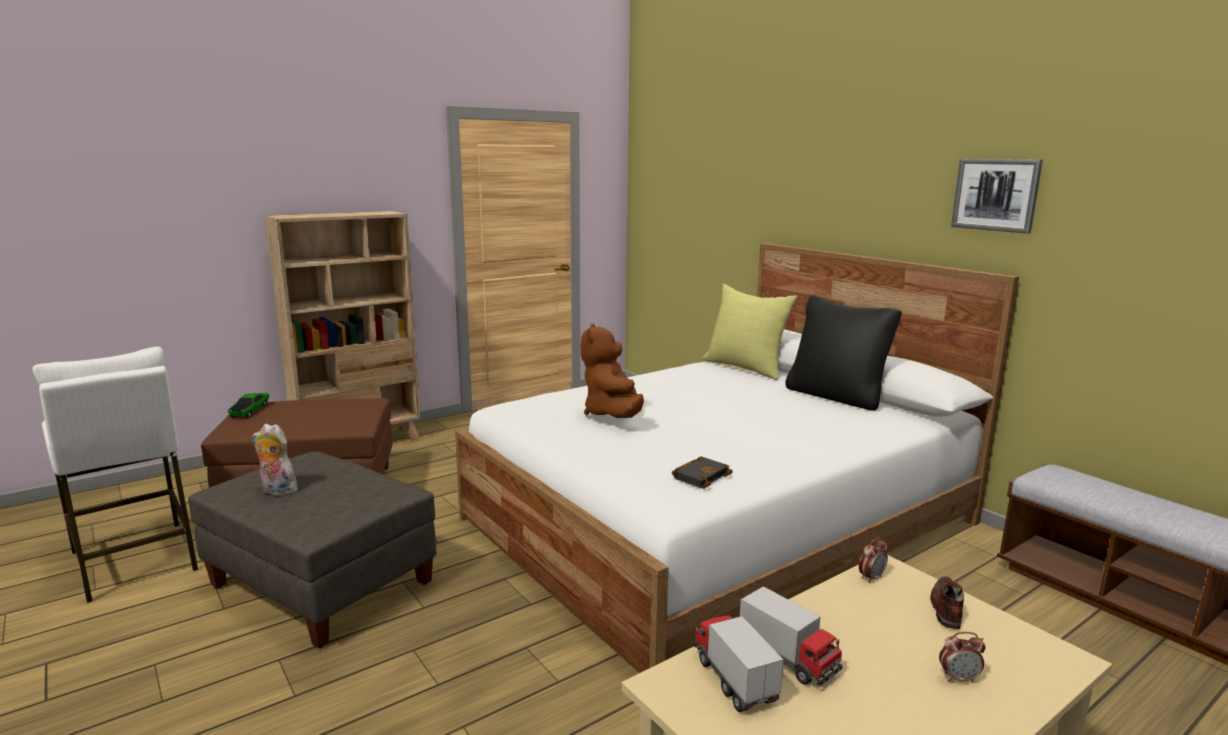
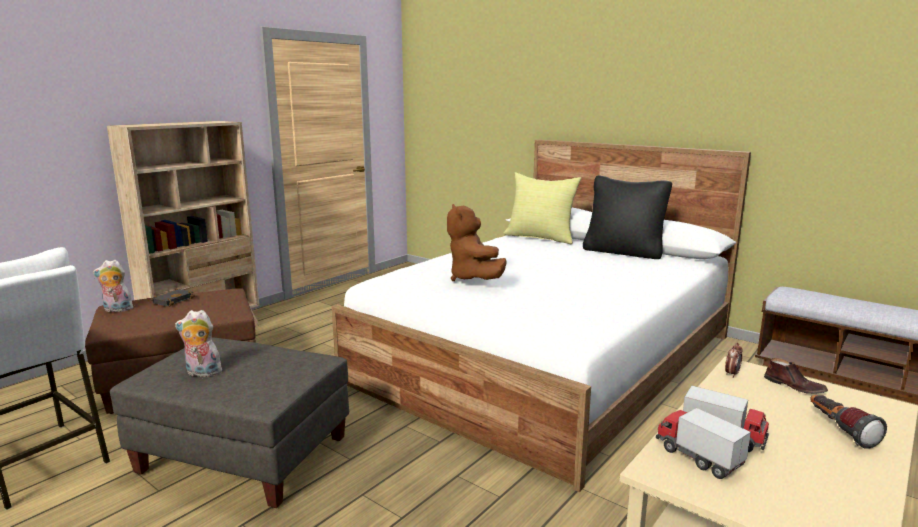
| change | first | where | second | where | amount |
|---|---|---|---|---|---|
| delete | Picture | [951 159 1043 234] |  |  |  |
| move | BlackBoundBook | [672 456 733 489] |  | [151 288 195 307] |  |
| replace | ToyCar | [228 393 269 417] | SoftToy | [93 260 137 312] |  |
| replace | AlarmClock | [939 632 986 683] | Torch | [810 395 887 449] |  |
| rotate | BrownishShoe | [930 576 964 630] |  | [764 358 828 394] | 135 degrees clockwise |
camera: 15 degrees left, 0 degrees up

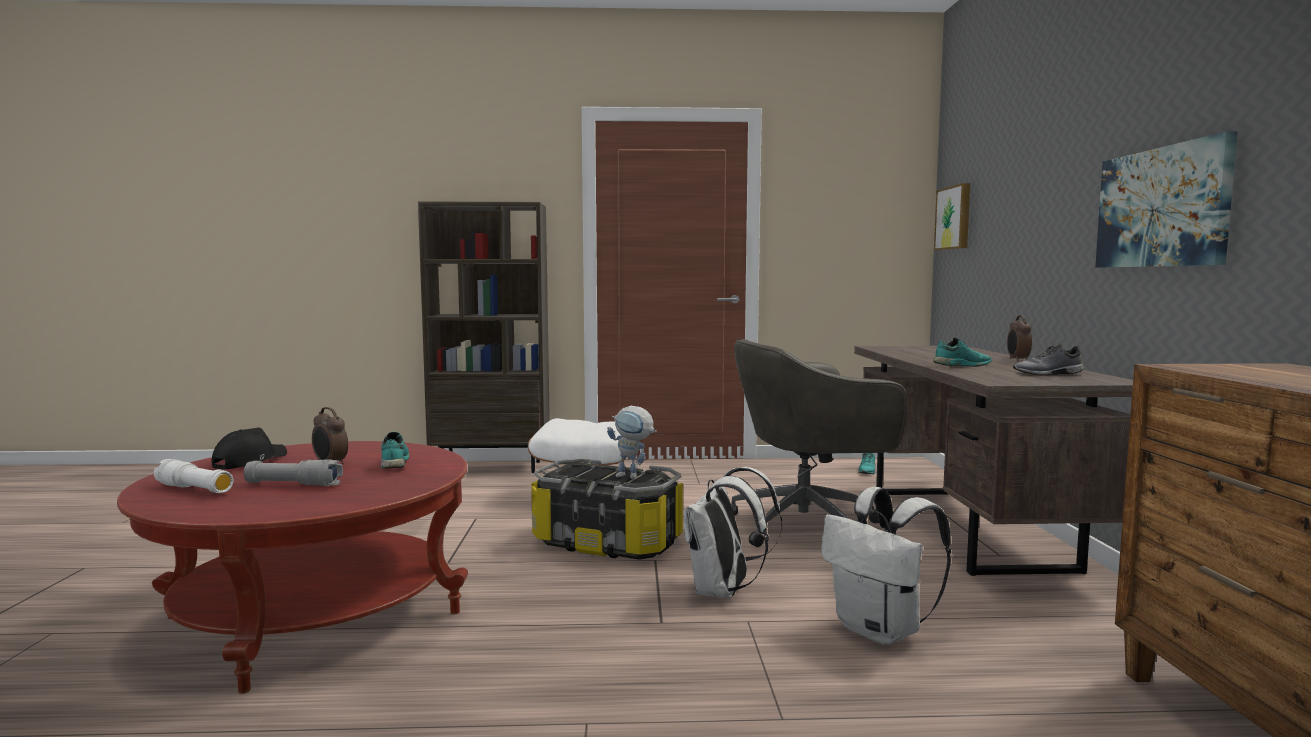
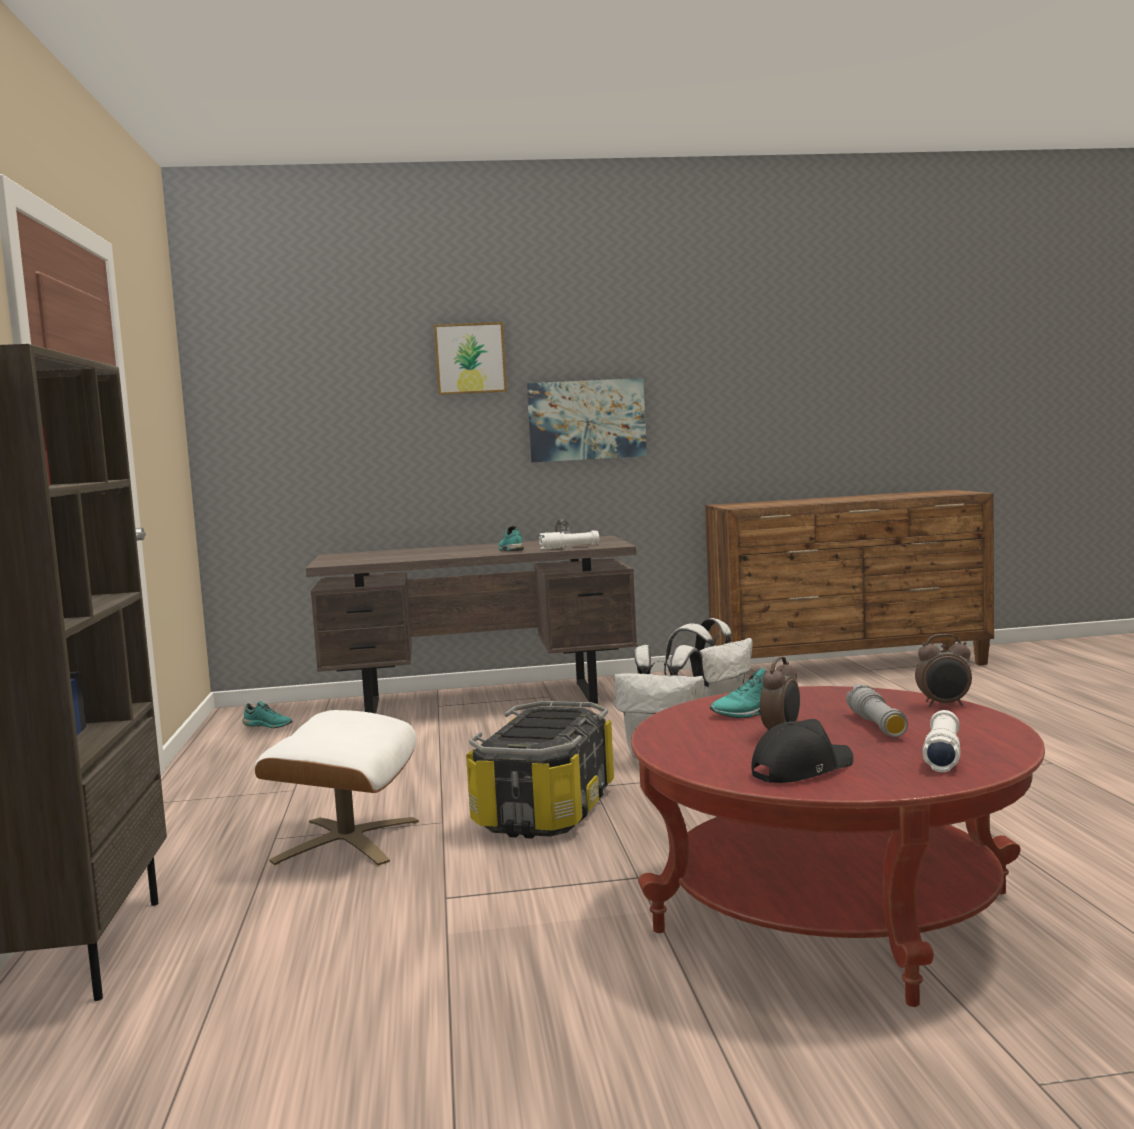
| change | first | where | second | where | amount |
|---|---|---|---|---|---|
| delete | ToyRobot | [607 406 657 479] |  |  |  |
| delete | GreyDeskChair | [731 339 907 547] |  |  |  |
| insert |  |  | WhiteTorch | [539 530 599 550] |  |
| move | Picture | [934 183 970 250] |  | [434 322 507 395] |  |
| move | AlarmClock | [1007 315 1032 361] |  | [915 634 972 707] |  |
| rotate | BlackPeakedCap | [212 428 287 469] |  | [751 719 853 783] | 135 degrees clockwise |
camera: 95 degrees left, 0 degrees up

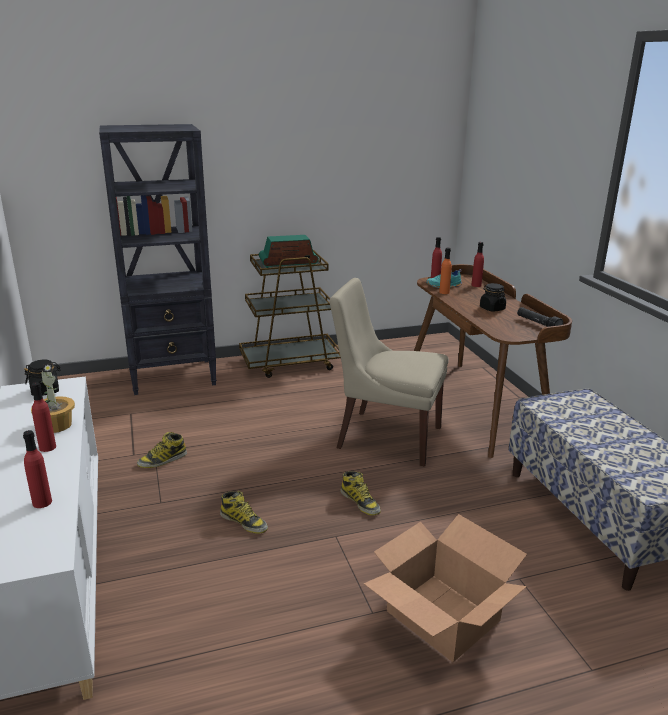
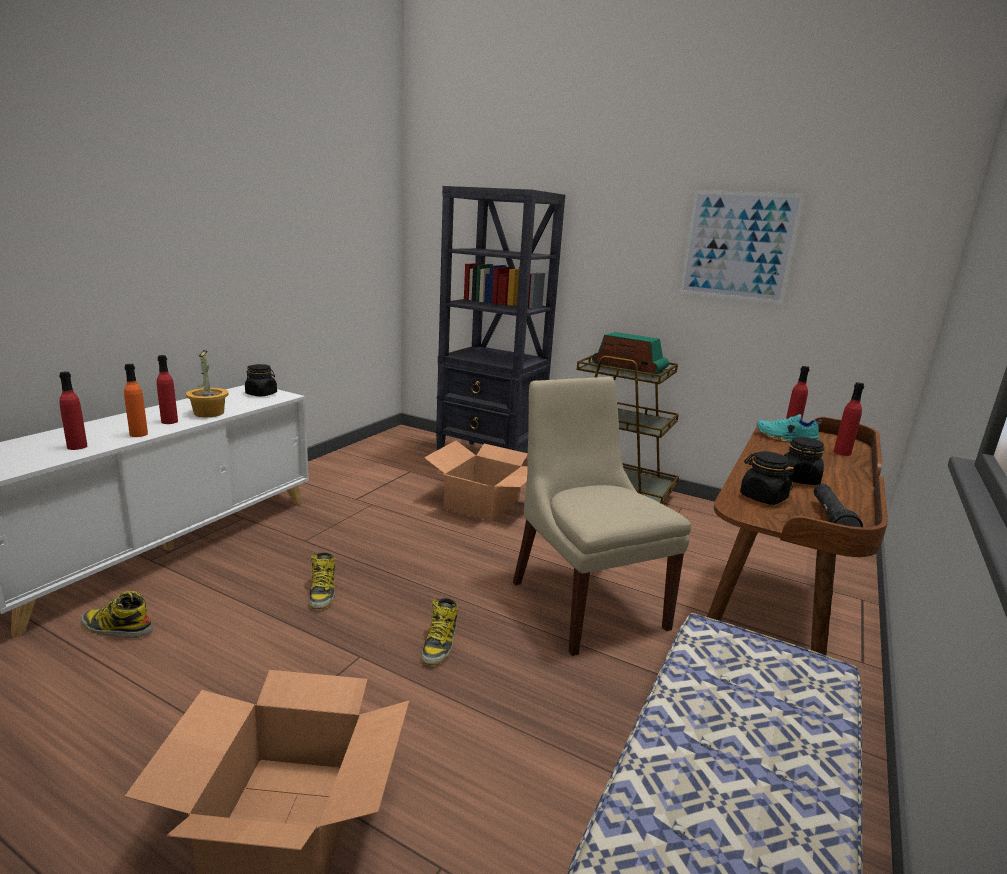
| change | first | where | second | where | amount |
|---|---|---|---|---|---|
| insert |  |  | PackingBox | [424 441 528 522] |  |
| insert |  |  | Picture | [680 190 805 304] |  |
| insert |  |  | BlackJar | [740 451 795 505] |  |
| move | TallBoot | [137 432 187 468] |  | [81 591 153 638] |  |
| move | OrangeColouredDrinkBottle | [439 248 452 294] |  | [124 364 148 437] |  |
camera: 45 degrees right, 5 degrees down

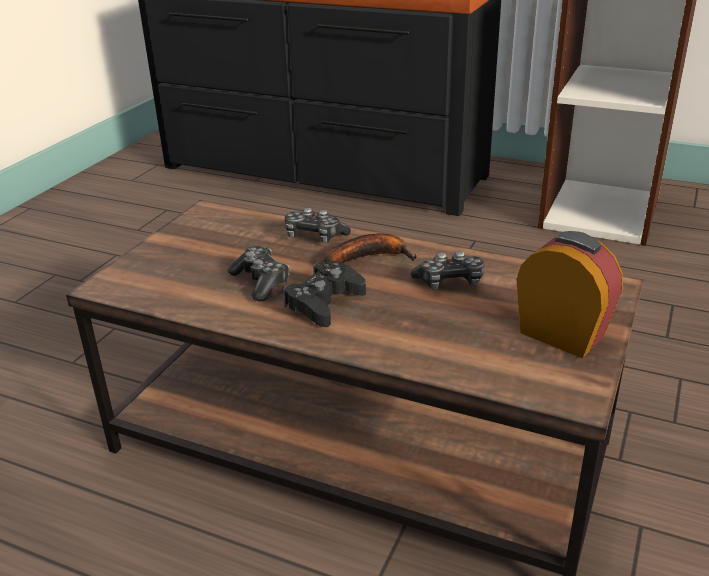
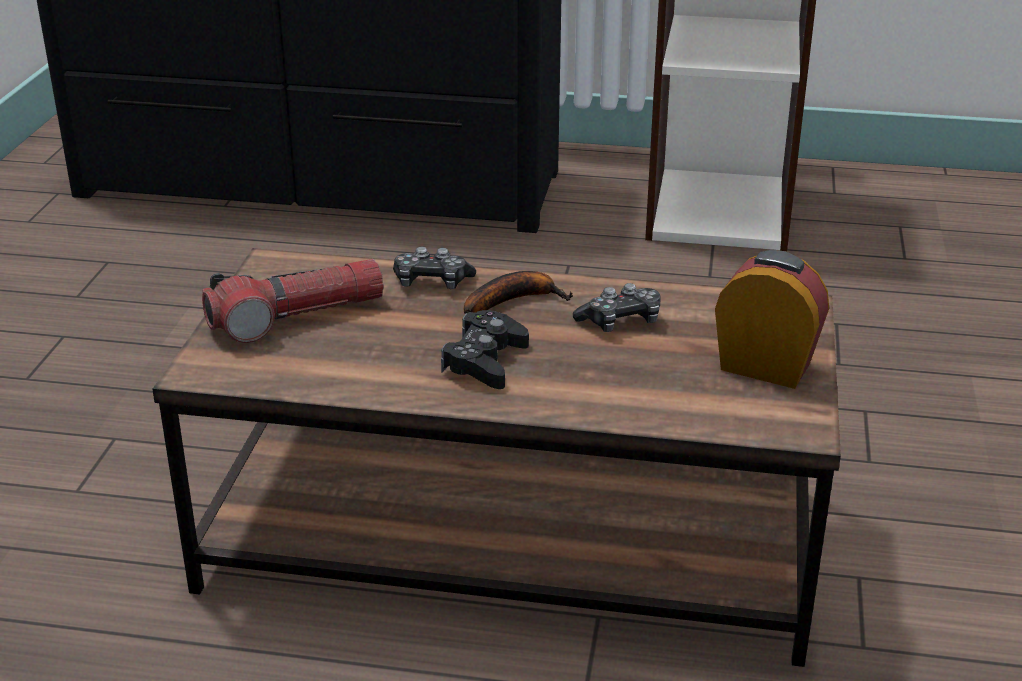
| change | first | where | second | where | amount |
|---|---|---|---|---|---|
| delete | GameController | [228 246 290 302] |  |  |  |
| insert |  |  | Torch | [202 259 384 343] |  |
camera: 15 degrees left, 0 degrees up

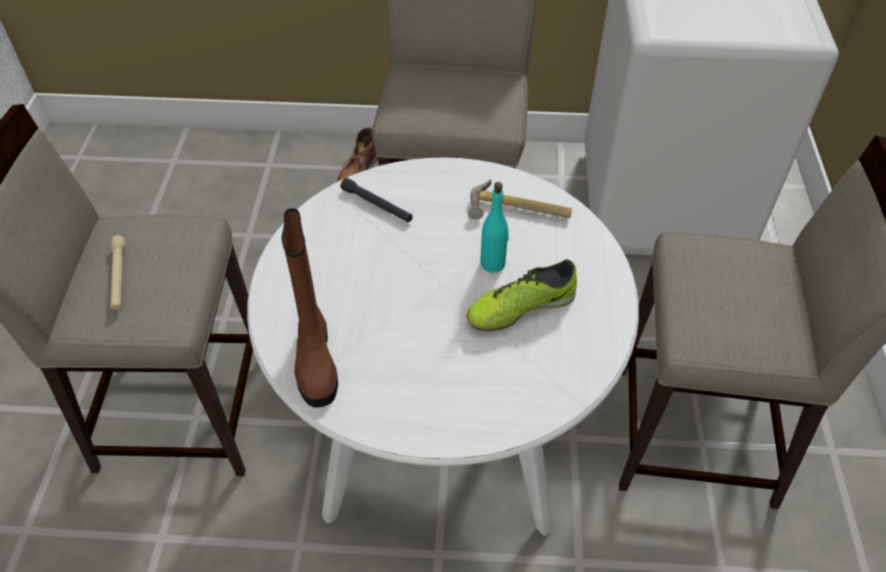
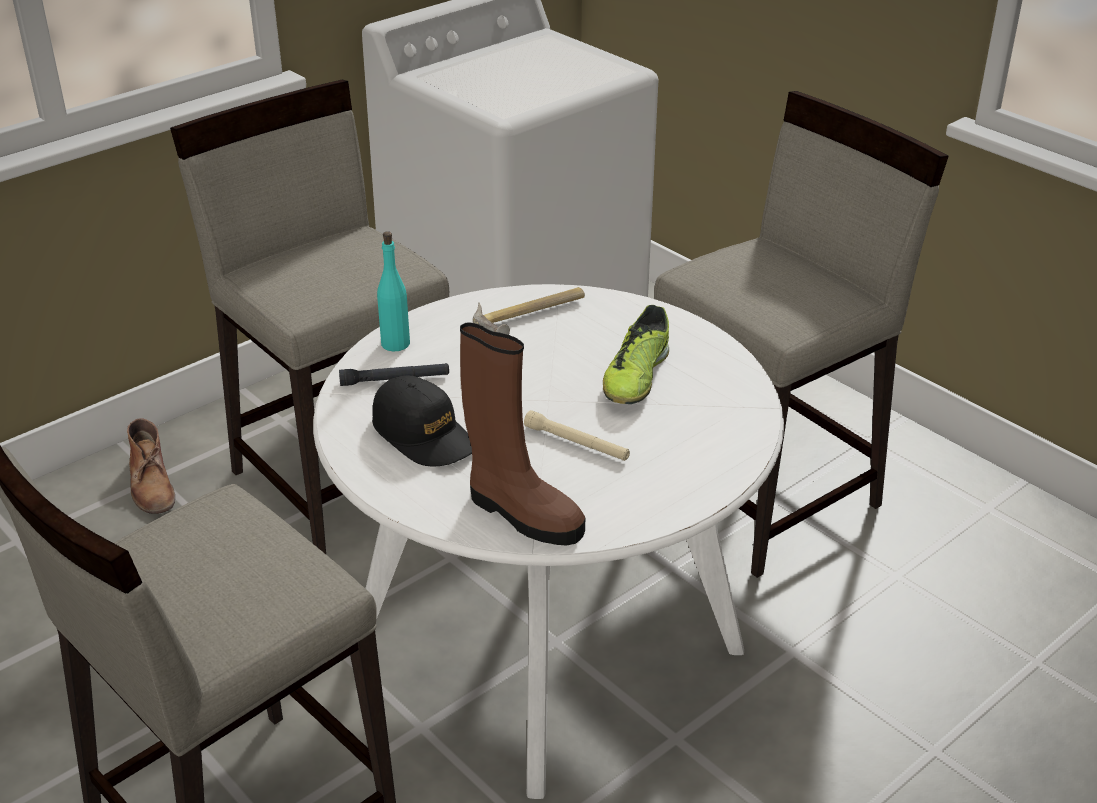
| change | first | where | second | where | amount |
|---|---|---|---|---|---|
| insert |  |  | BlackPeakedCap | [372 375 472 467] |  |
| move | SandColouredTorch | [110 236 125 310] |  | [524 410 630 461] |  |
| move | BlueGreenDrinkBottle | [480 182 509 273] |  | [377 231 410 352] |  |
camera: 45 degrees left, 15 degrees down

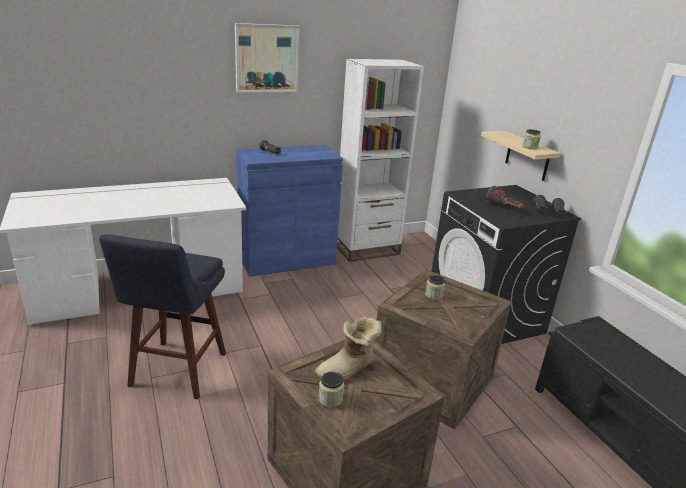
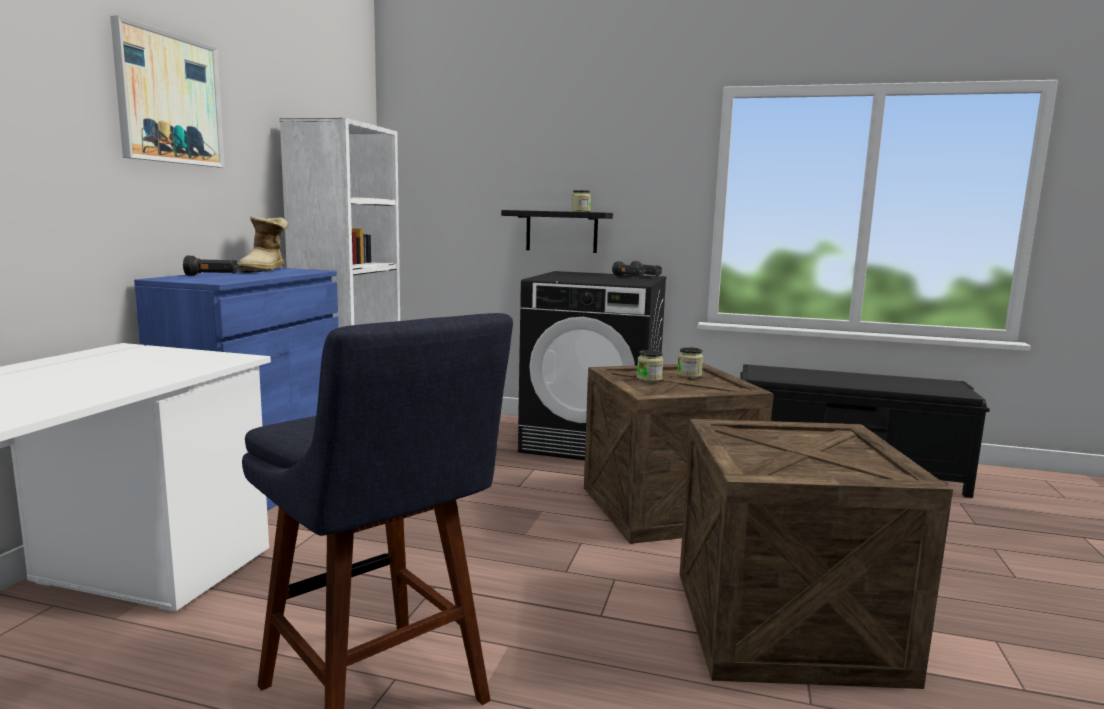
| change | first | where | second | where | amount |
|---|---|---|---|---|---|
| delete | Torch | [486 186 524 209] |  |  |  |
| move | TallBoot | [315 316 382 380] |  | [238 216 289 273] |  |
| move | Jar | [318 372 344 407] |  | [677 347 703 378] |  |
| recolor | SandColouredShelf | [481 131 561 181] | BlackShelf | [501 210 613 253] |  |
camera: 50 degrees left, 15 degrees down

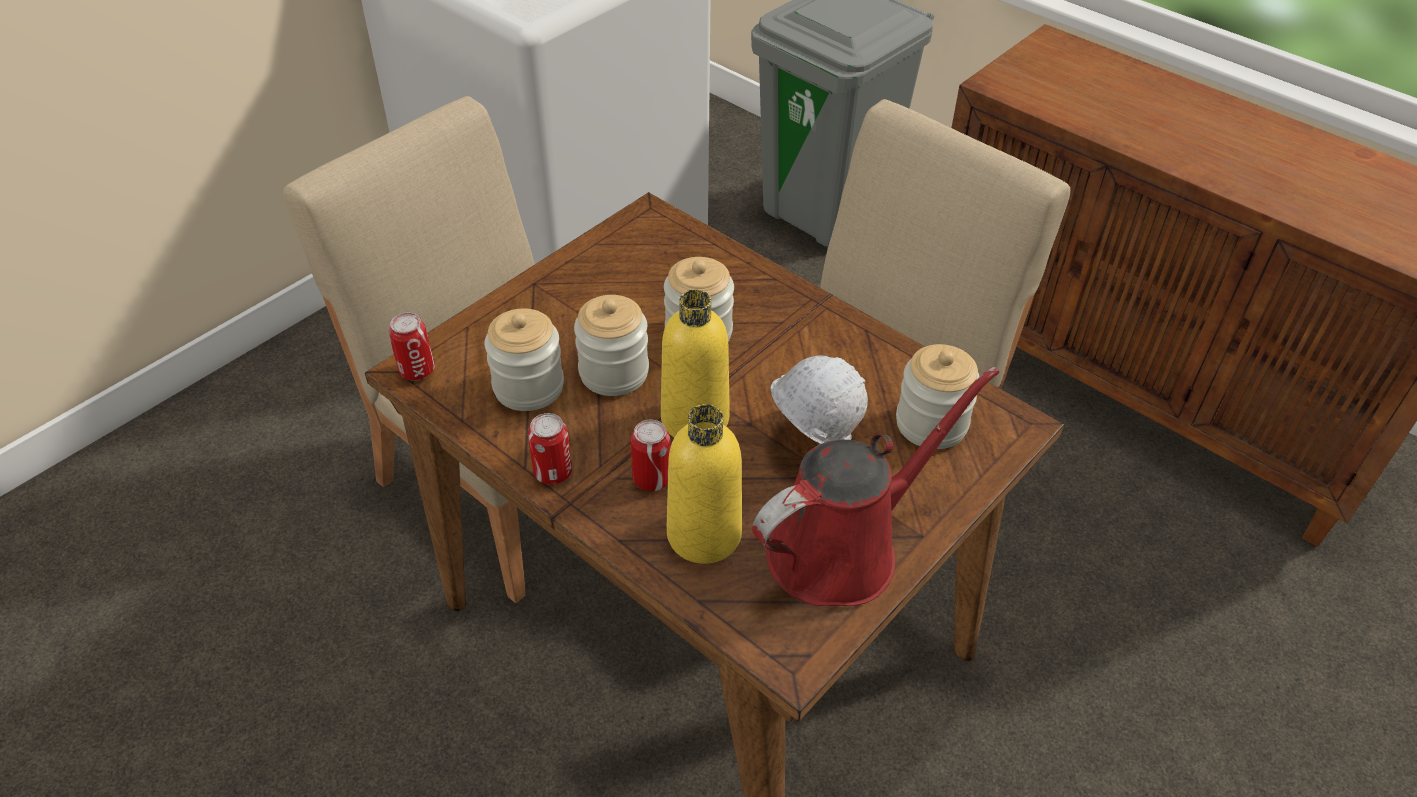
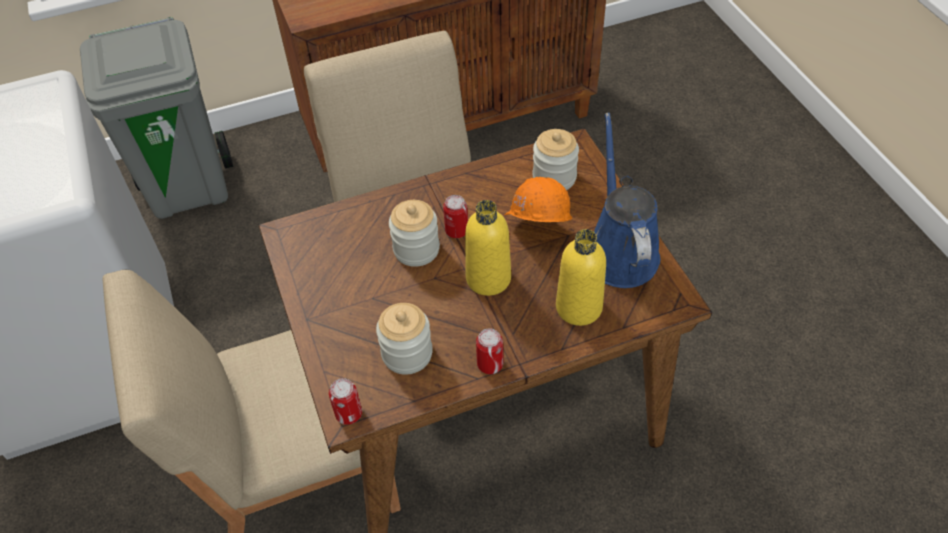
| change | first | where | second | where | amount |
|---|---|---|---|---|---|
| delete | Jar | [574 295 649 396] |  |  |  |
| move | SealedCan | [631 420 671 491] |  | [443 195 468 238] |  |
| recolor | RedColouredSprinklingCan | [752 367 999 606] | BlueSprinklingCan | [594 113 660 288] |  |
| recolor | WhiteWorkHelmet | [771 356 868 444] | OrangeColouredWorkHelmet | [504 177 572 222] |  |
camera: 60 degrees left, 5 degrees up

